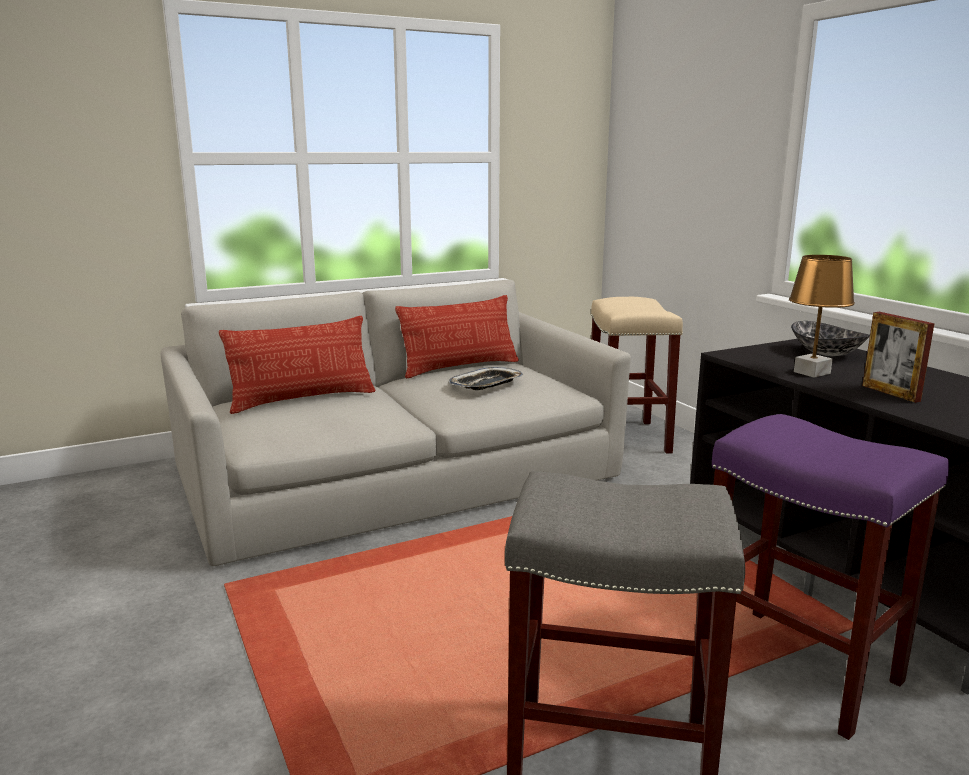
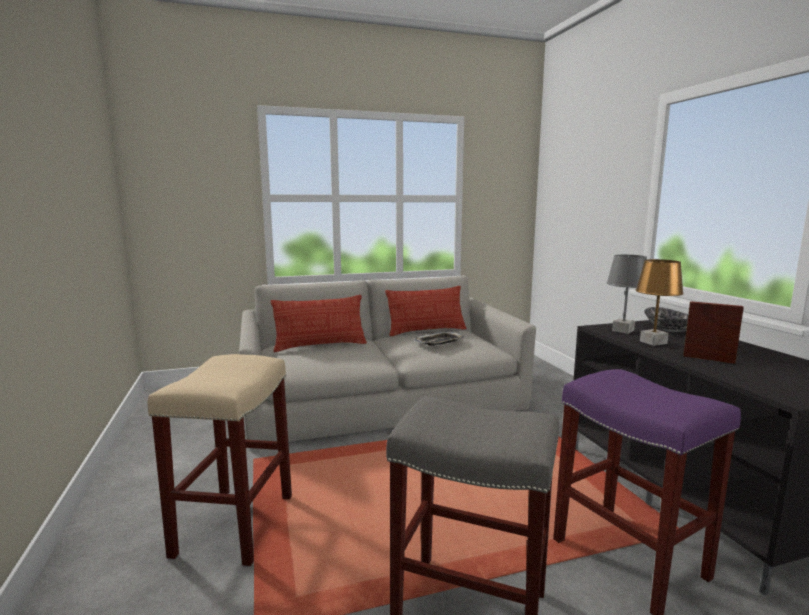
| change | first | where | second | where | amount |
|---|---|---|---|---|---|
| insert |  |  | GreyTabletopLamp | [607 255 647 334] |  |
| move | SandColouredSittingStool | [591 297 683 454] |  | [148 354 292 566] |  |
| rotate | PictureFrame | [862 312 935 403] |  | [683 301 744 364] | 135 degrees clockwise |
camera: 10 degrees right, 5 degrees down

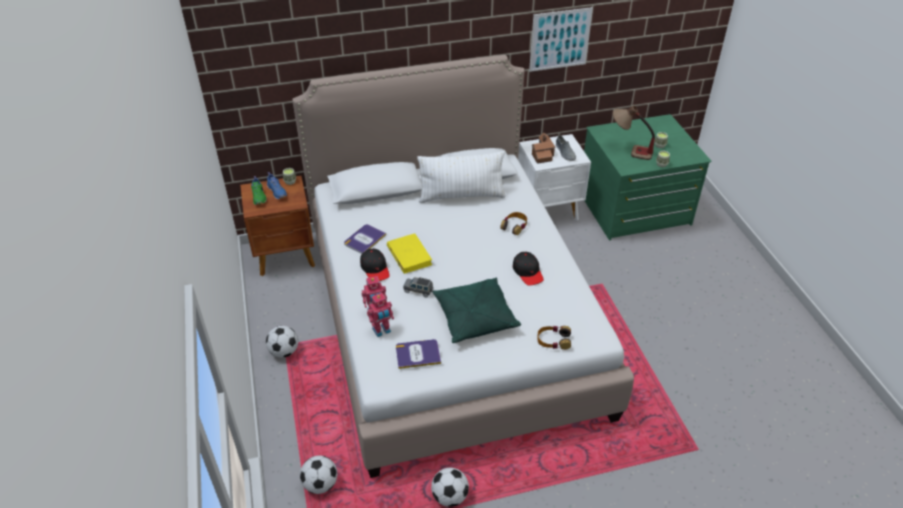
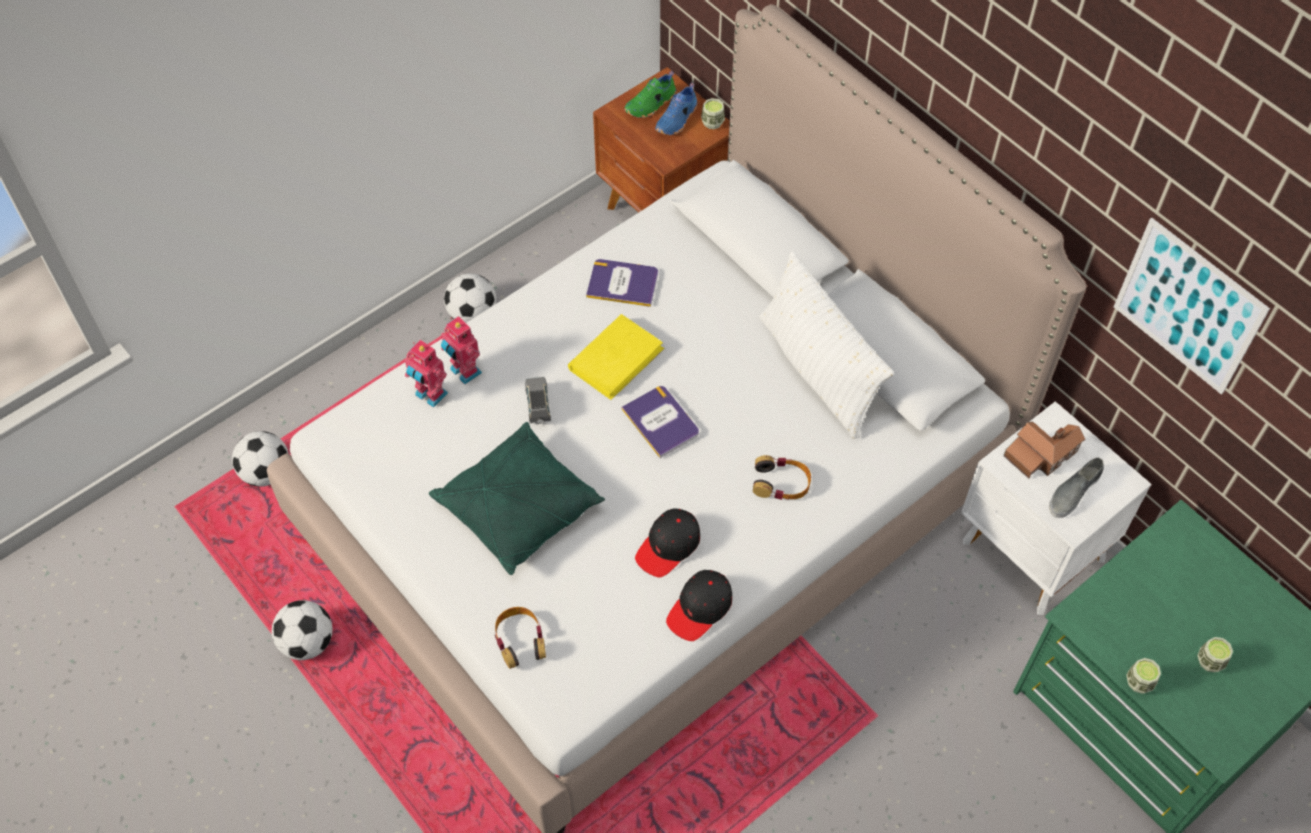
| change | first | where | second | where | amount |
|---|---|---|---|---|---|
| delete | TabletopLamp | [613 106 655 160] |  |  |  |
| move | BlackPeakedCap | [360 248 390 281] |  | [666 570 732 641] |  |
| move | BoundBook | [396 339 441 369] |  | [622 386 699 458] |  |
camera: 65 degrees right, 15 degrees up

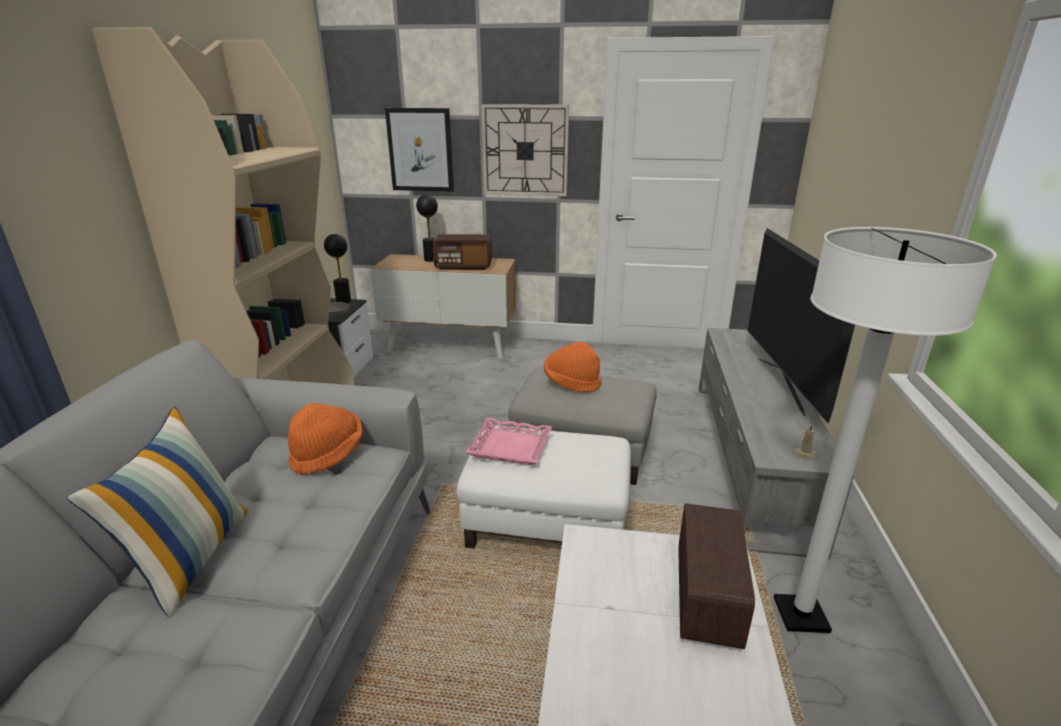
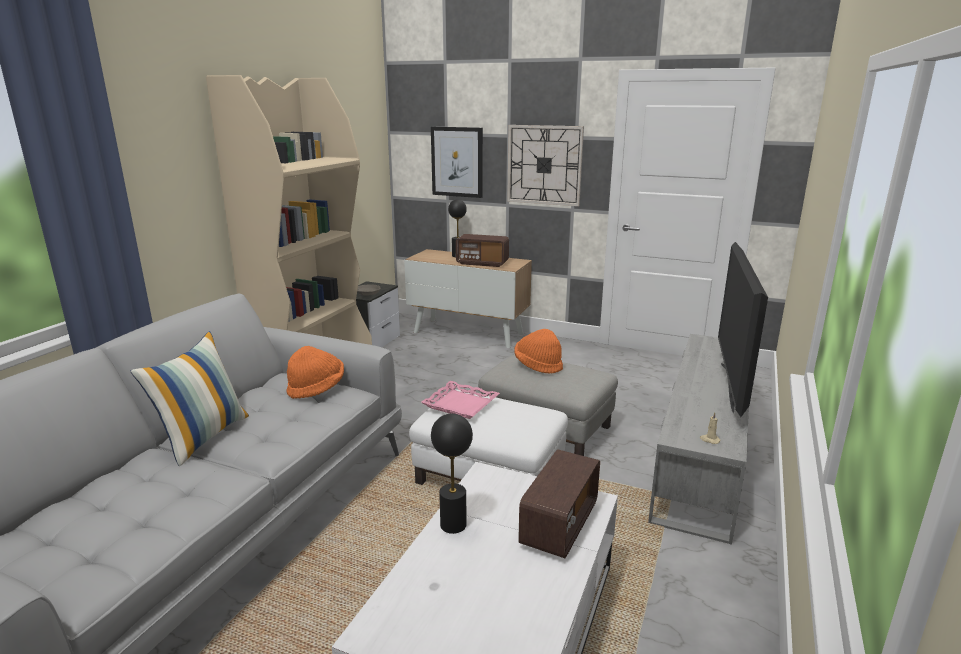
| change | first | where | second | where | amount |
|---|---|---|---|---|---|
| delete | WhiteStandingLamp | [774 227 997 633] |  |  |  |
| move | BlackTabletopLamp | [324 234 351 303] |  | [431 414 473 534] |  |
camera: 15 degrees right, 5 degrees down

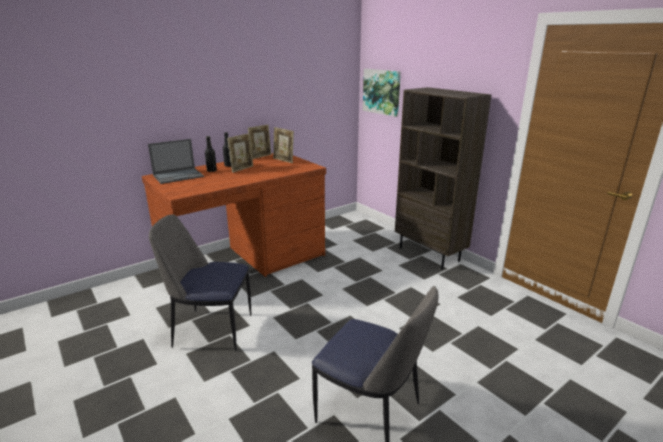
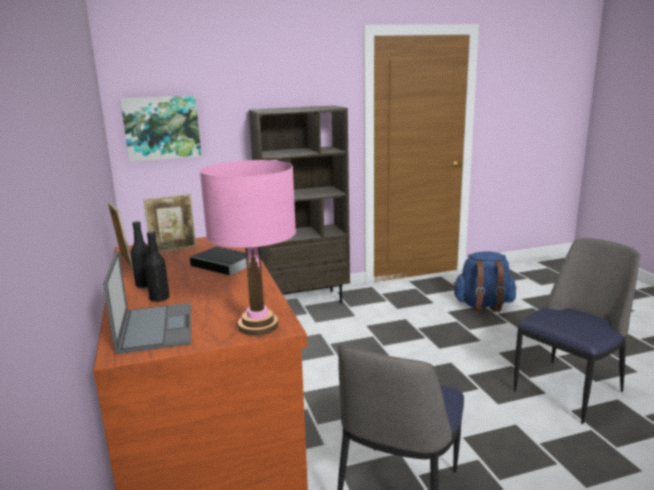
| change | first | where | second | where | amount |
|---|---|---|---|---|---|
| delete | PictureFrame | [227 133 253 173] |  |  |  |
| insert |  |  | BoundBook | [190 246 247 276] |  |
| insert |  |  | PinkishTabletopLamp | [200 160 296 336] |  |
| insert |  |  | BlueKnapsack | [453 252 516 312] |  |
camera: 70 degrees left, 5 degrees down

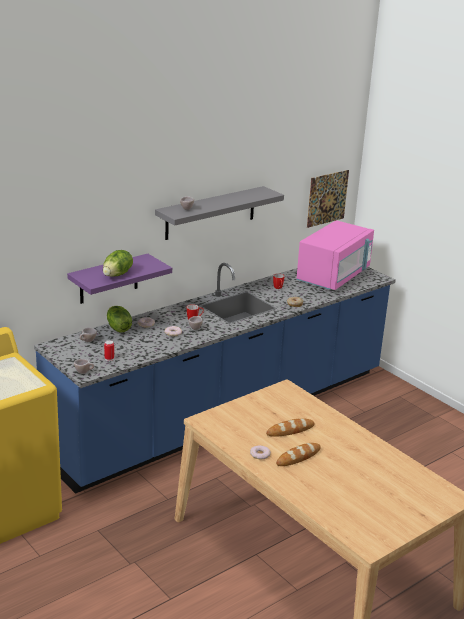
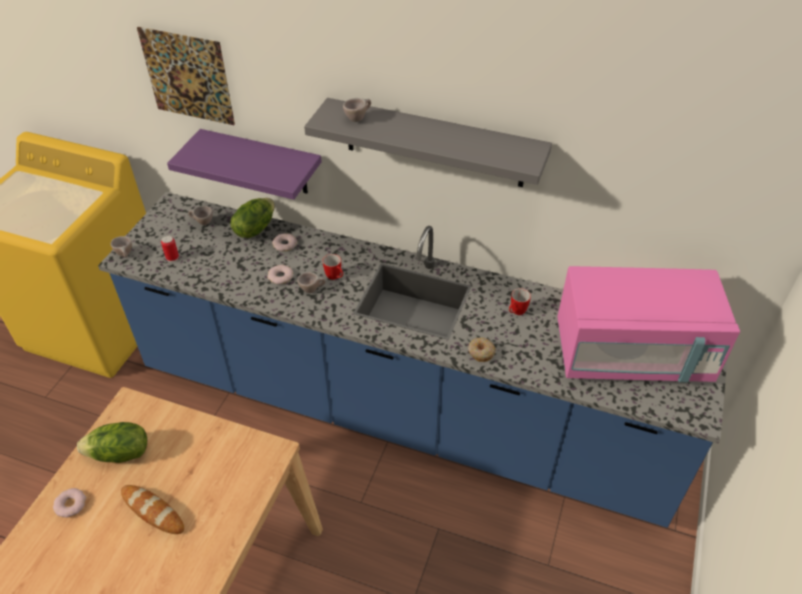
| change | first | where | second | where | amount |
|---|---|---|---|---|---|
| delete | Bread | [276 443 321 466] |  |  |  |
| move | Lettuce | [103 250 133 277] |  | [77 422 147 463] |  |
| move | Picture | [307 170 349 228] |  | [137 27 235 125] |  |
camera: 60 degrees right, 20 degrees up

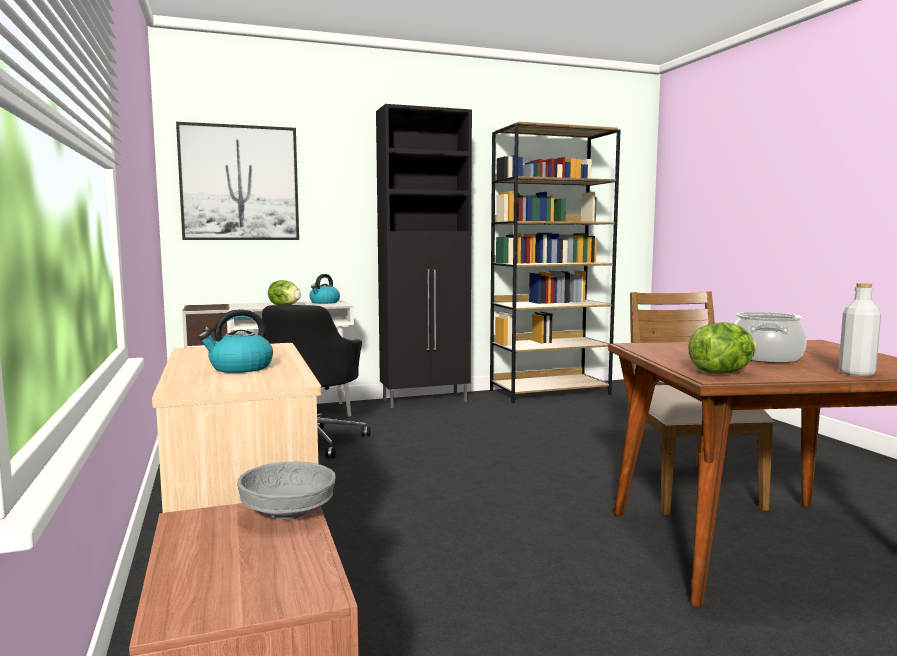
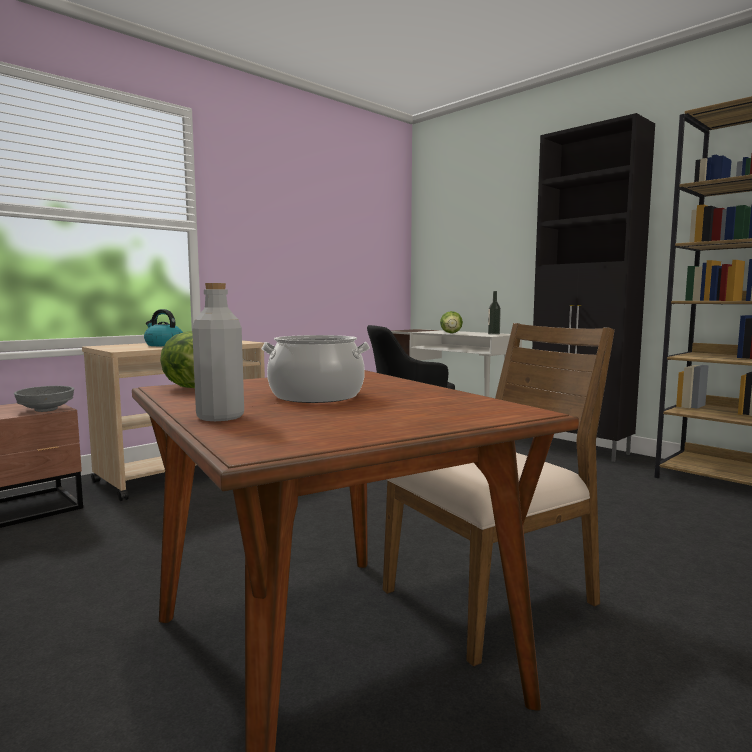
| change | first | where | second | where | amount |
|---|---|---|---|---|---|
| delete | Picture | [176 122 299 240] |  |  |  |
| replace | WaterKettle | [309 274 340 304] | DrinkBottle | [488 291 501 335] |  |
camera: 65 degrees right, 0 degrees up

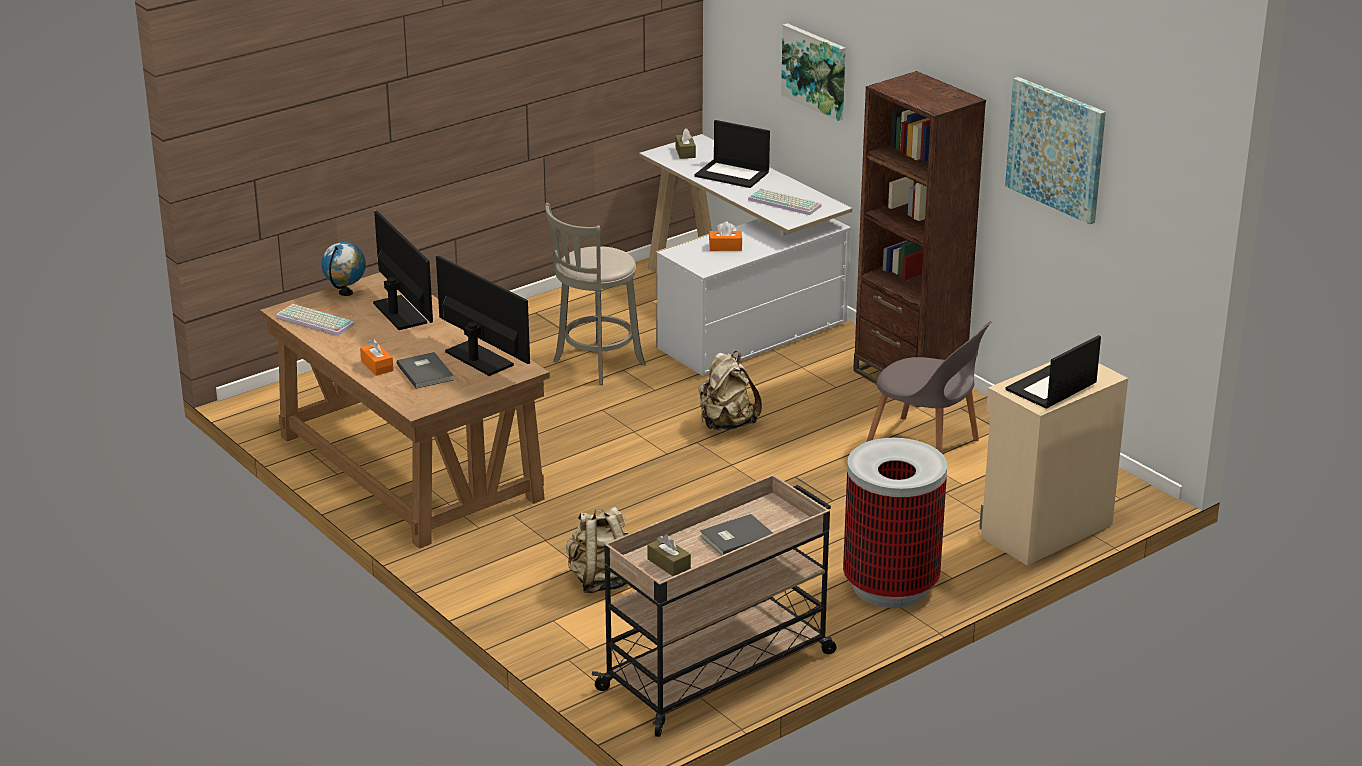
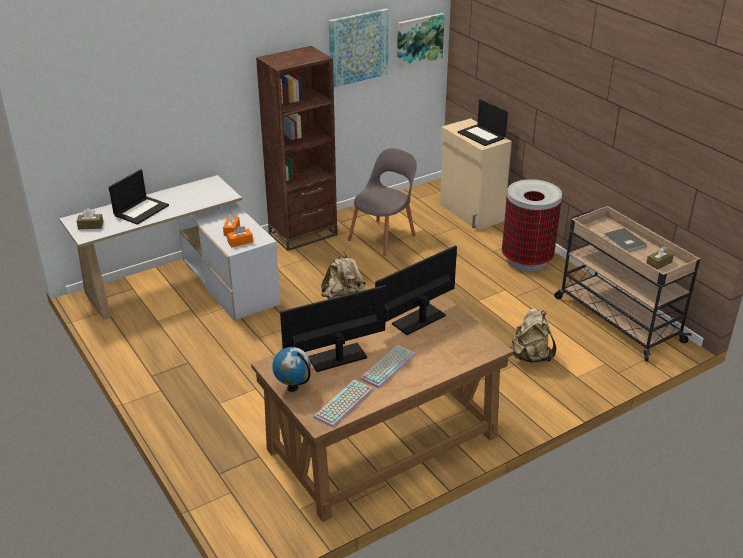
| change | first | where | second | where | amount |
|---|---|---|---|---|---|
| delete | GreyBoundBook | [397 352 453 389] |  |  |  |
| delete | GreySittingStool | [544 203 646 385] |  |  |  |
| move | OrangeColouredBoxOfTissues | [360 339 394 376] |  | [227 226 253 248] |  |
| move | Keyboard | [748 188 822 215] |  | [360 345 416 388] |  |
| move | Picture | [781 23 846 121] |  | [397 13 445 69] |  |
camera: 85 degrees left, 5 degrees up

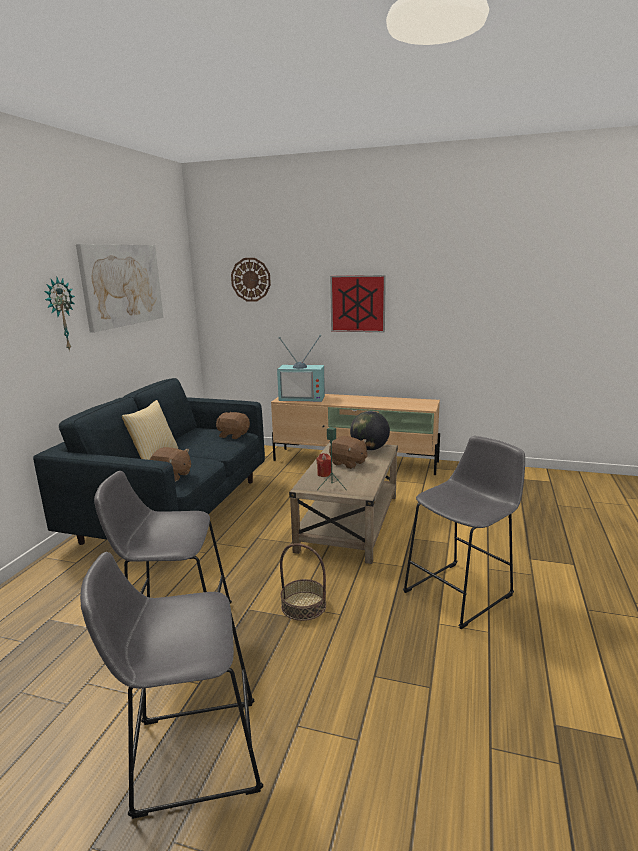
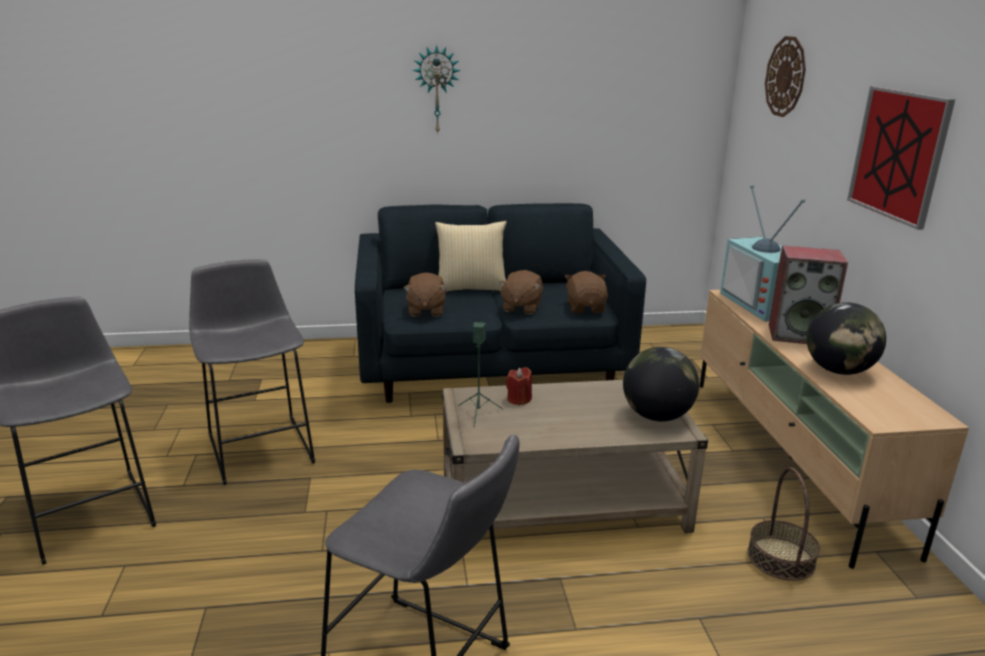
| change | first | where | second | where | amount |
|---|---|---|---|---|---|
| delete | Picture | [76 244 164 333] |  |  |  |
| insert |  |  | AudioSpeaker | [769 245 848 344] |  |
| insert |  |  | WorldGlobe | [806 302 886 375] |  |
| move | StorageBasket | [280 543 326 621] |  | [748 467 820 581] |  |
| move | BrownishSoftToy | [329 436 367 469] |  | [499 270 543 315] |  |
camera: 65 degrees right, 5 degrees up

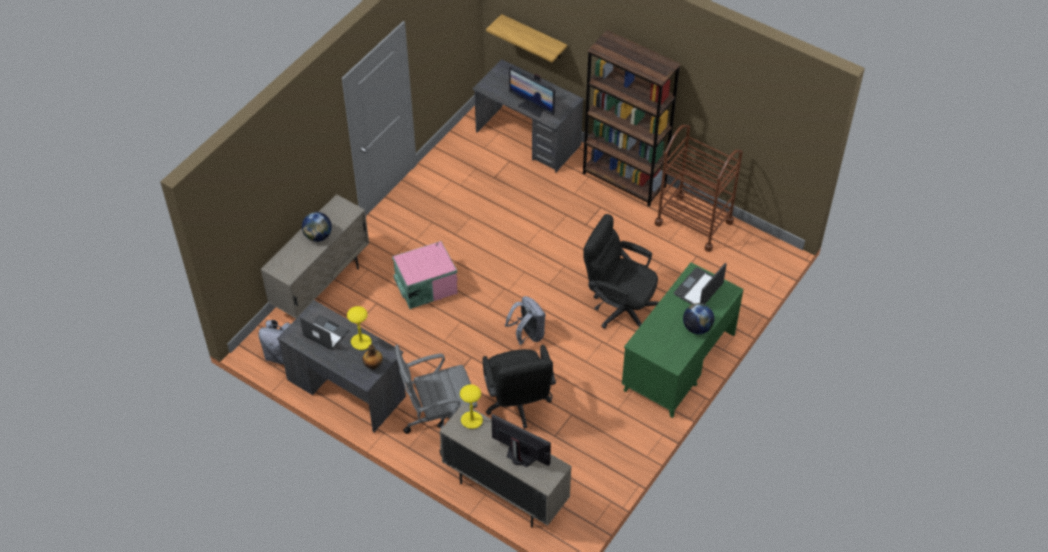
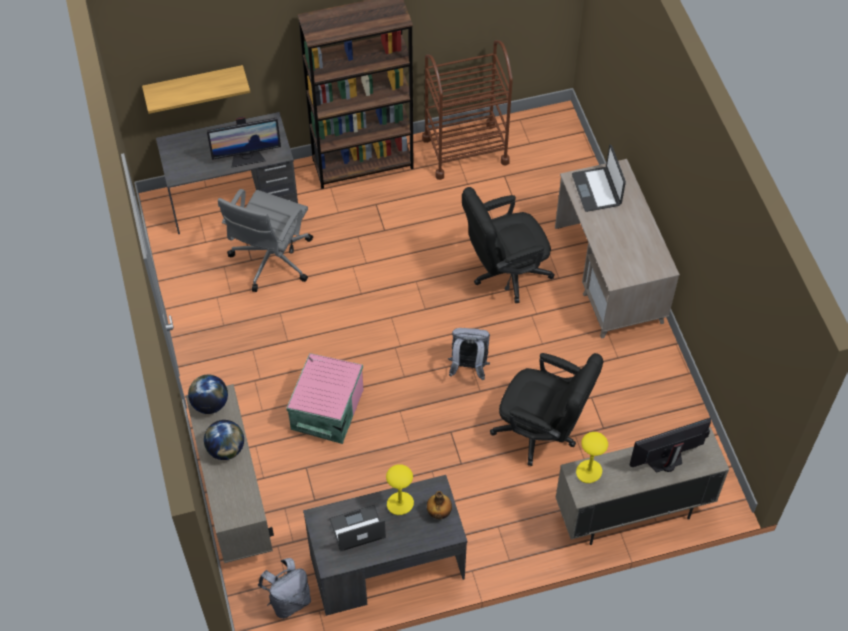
| change | first | where | second | where | amount |
|---|---|---|---|---|---|
| move | GreyDeskChair | [395 345 478 456] |  | [218 189 313 292] |  |
| move | WorldGlobe | [683 303 714 334] |  | [188 375 228 414] |  |
| recolor | GreenDeskTable | [622 262 744 418] | SandColouredDeskTable | [555 159 680 339] |  |
camera: 50 degrees left, 5 degrees up

